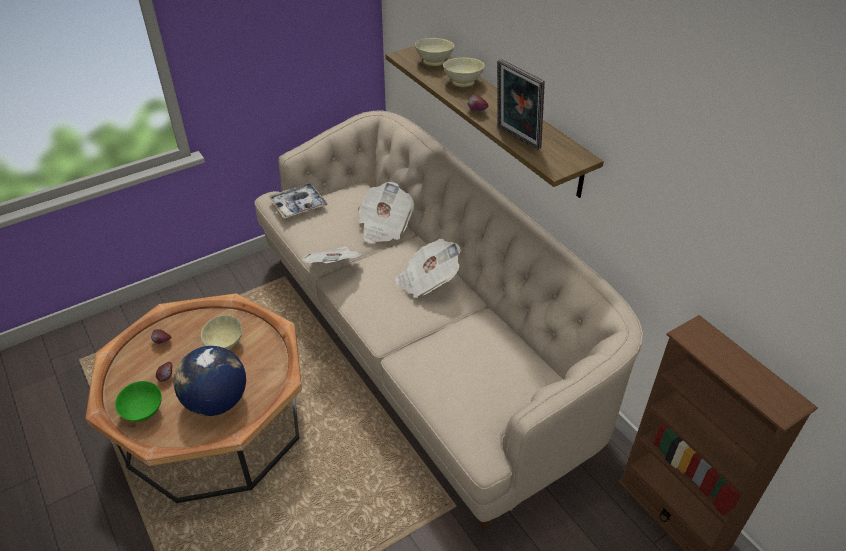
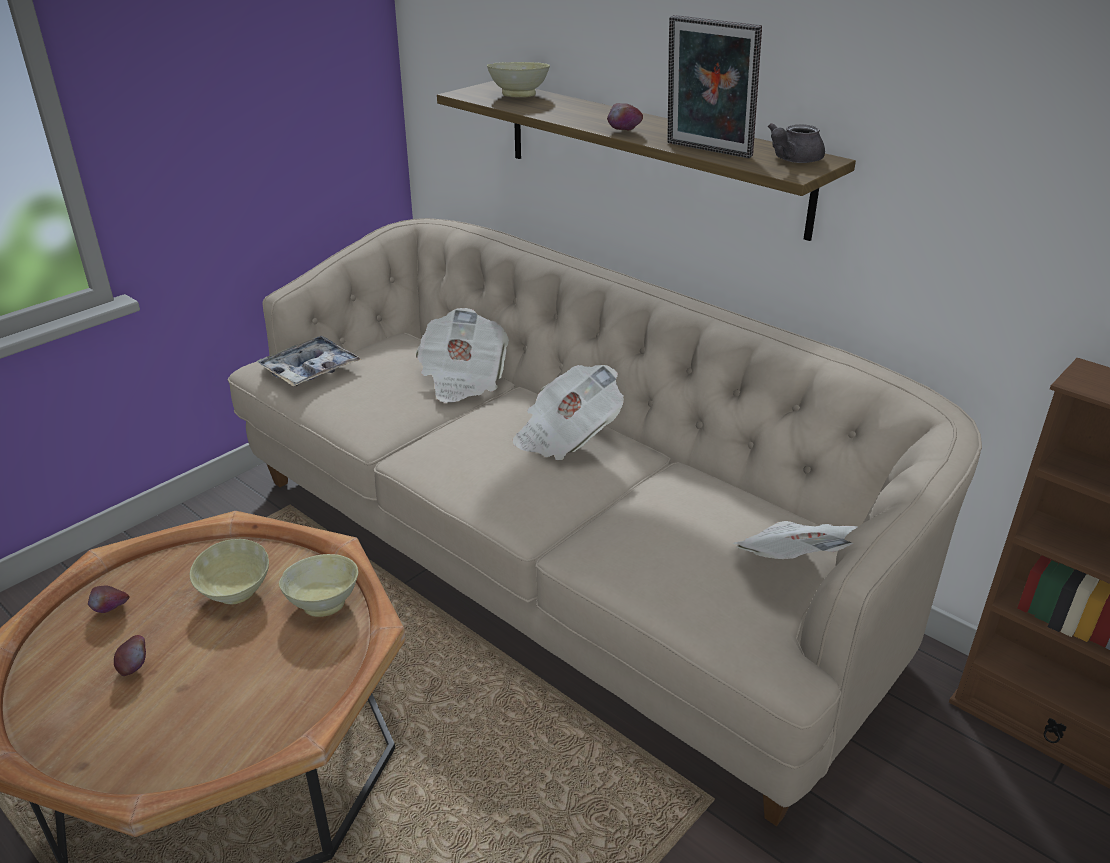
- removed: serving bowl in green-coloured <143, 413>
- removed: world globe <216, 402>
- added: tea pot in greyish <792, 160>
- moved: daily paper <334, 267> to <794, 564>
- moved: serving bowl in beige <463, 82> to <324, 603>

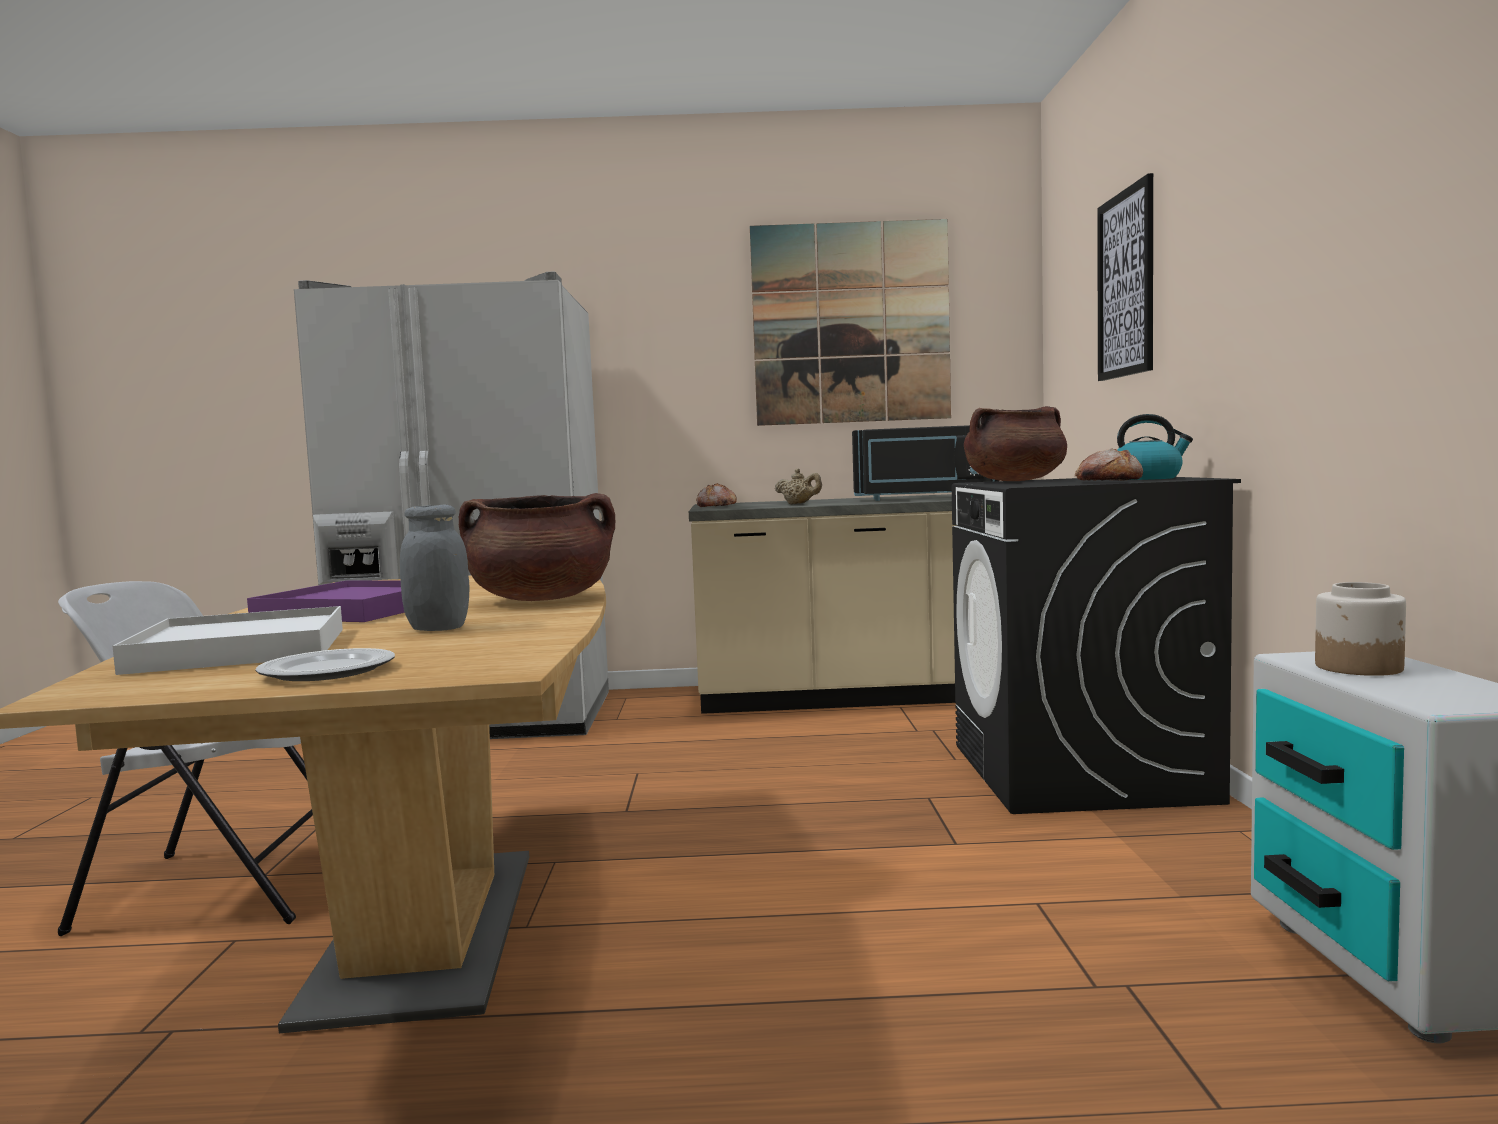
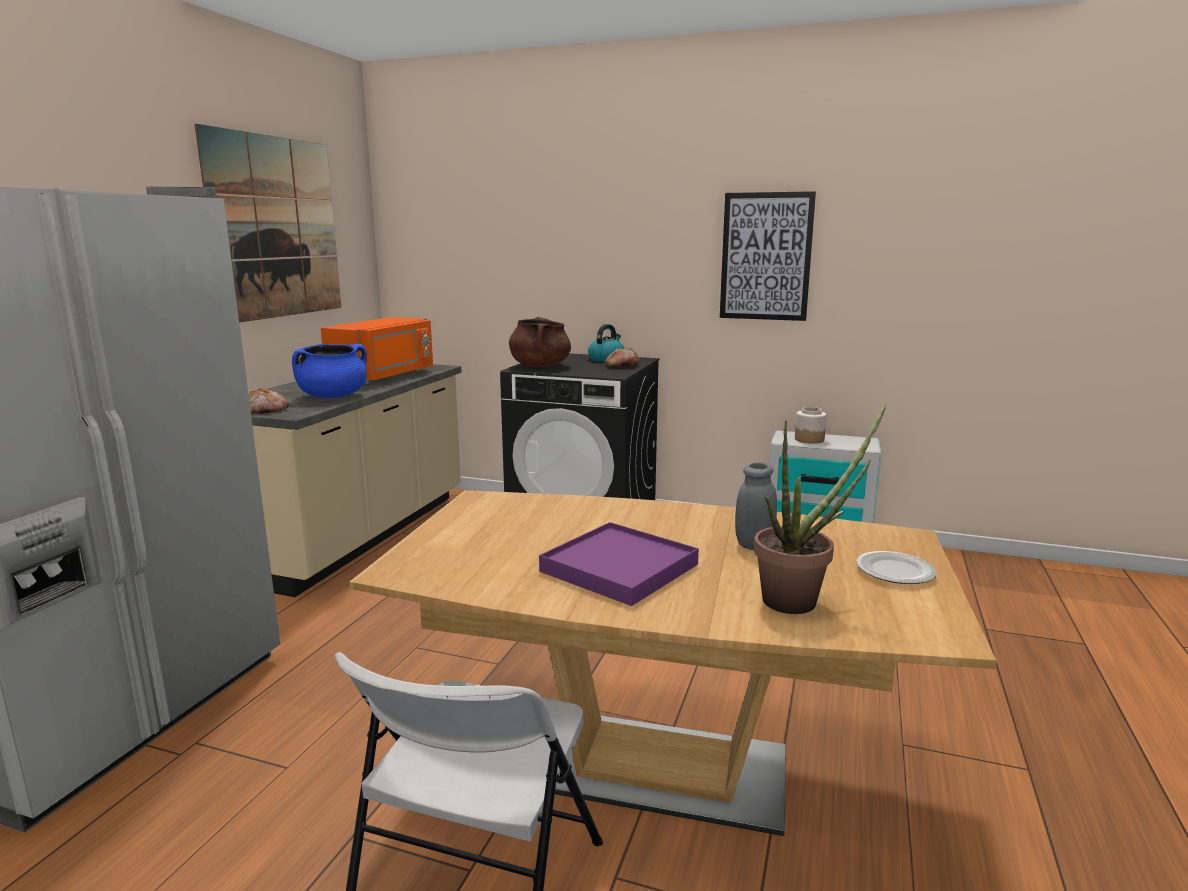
- removed: cooking pot in brown-coloured <542, 599>
- moved: wall picture <1126, 284> to <766, 257>
- replaced: tray in whitish <240, 650> to potted plant <800, 599>
- replaced: tea pot in beige <799, 504> to cooking pot in blue-coloured <333, 396>
- recoloured: microwave oven in black-coloured <924, 498> to microwave oven in orange <385, 376>

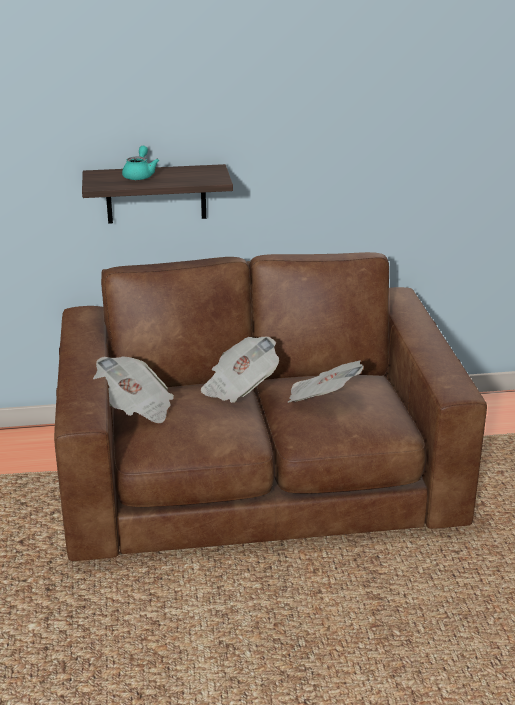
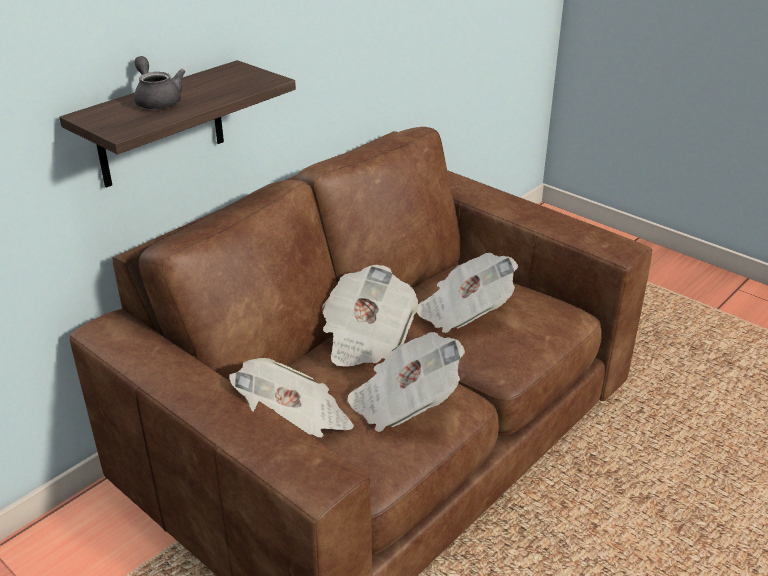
- added: daily paper <404, 403>
- recoloured: tea pot in turquoise-coloured <140, 175> to tea pot in greyish <157, 100>

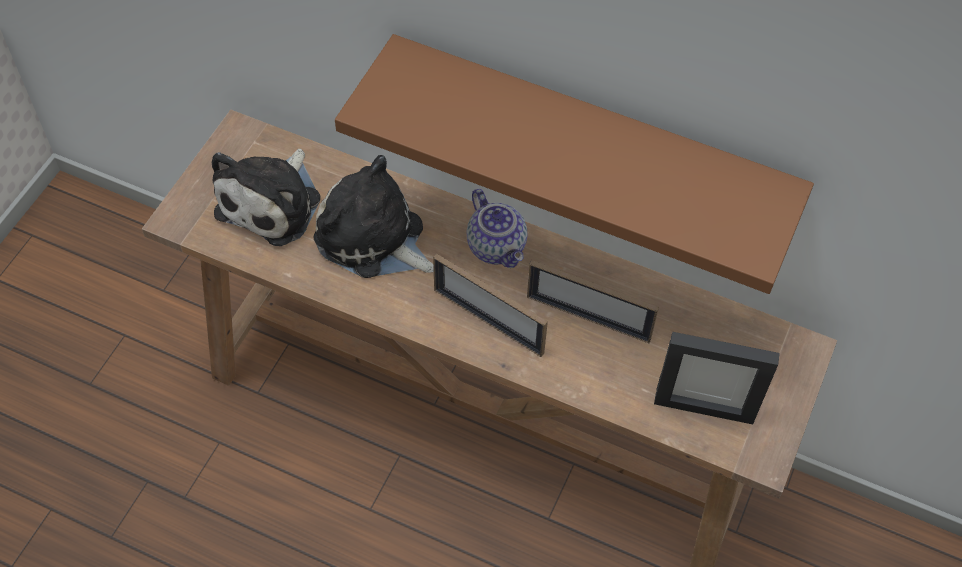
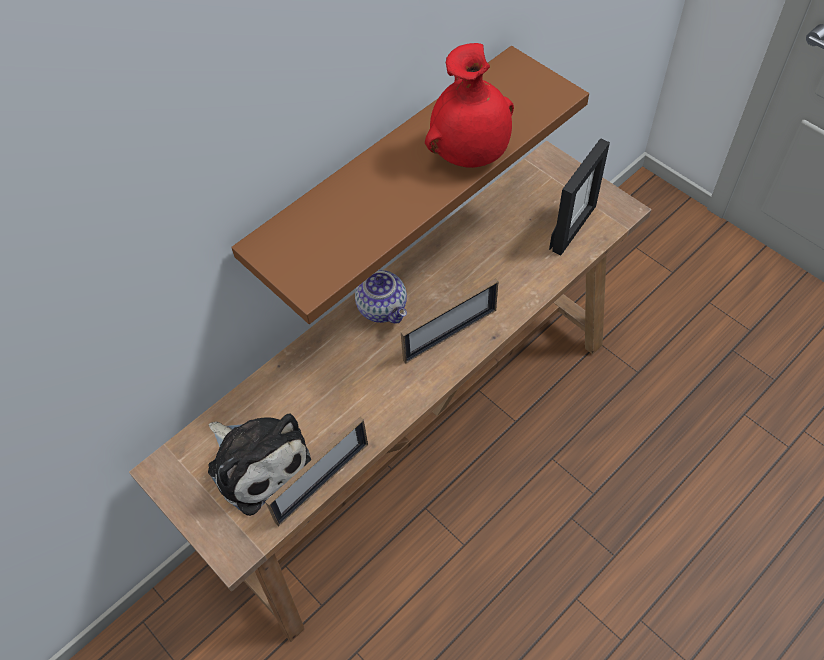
- removed: soft toy <374, 239>
- added: decorative vase in red <470, 153>
- moved: photo frame <588, 318> to <322, 482>
- turned: tea pot <498, 247> = <383, 307> 60 degrees clockwise

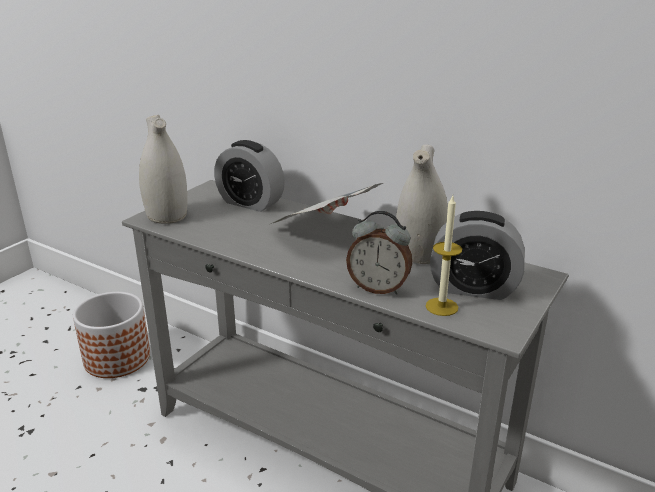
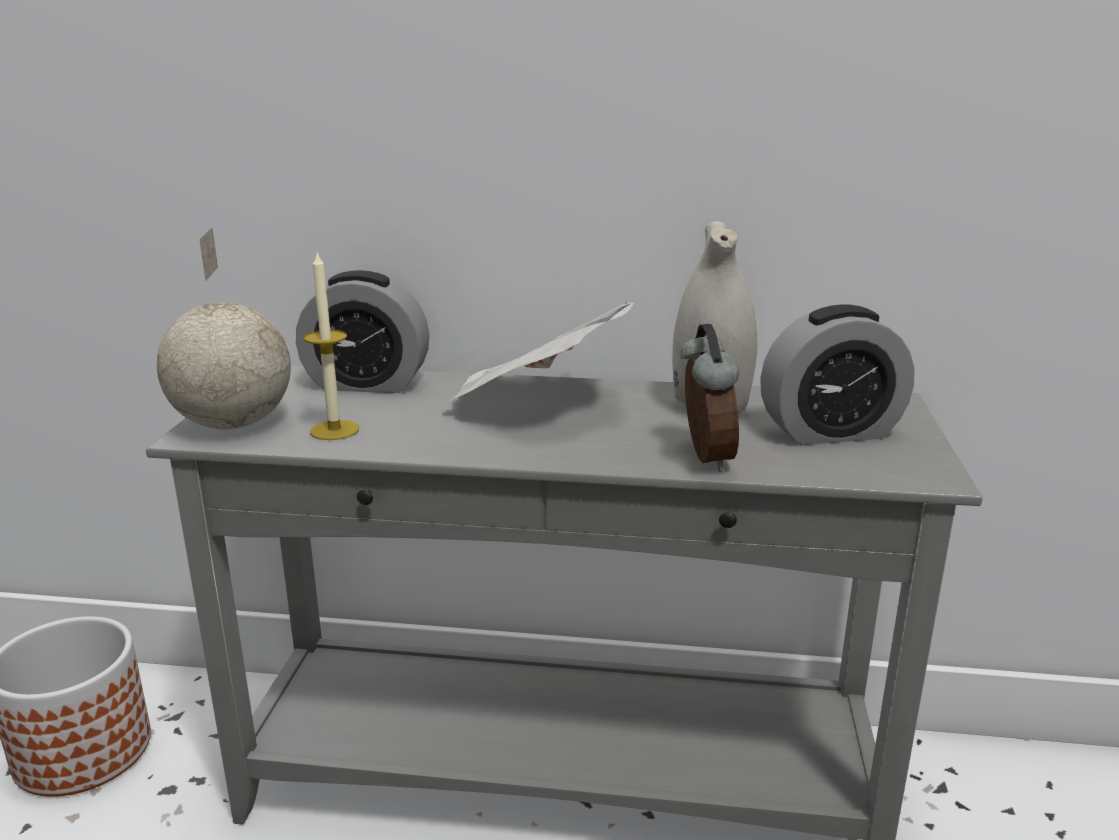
- moved: wax candle <441, 307> to <334, 430>
- replaced: decorative vase in whitish <167, 215> to world globe <232, 425>
- turned: table clock <378, 288> = <703, 458> 90 degrees counterclockwise

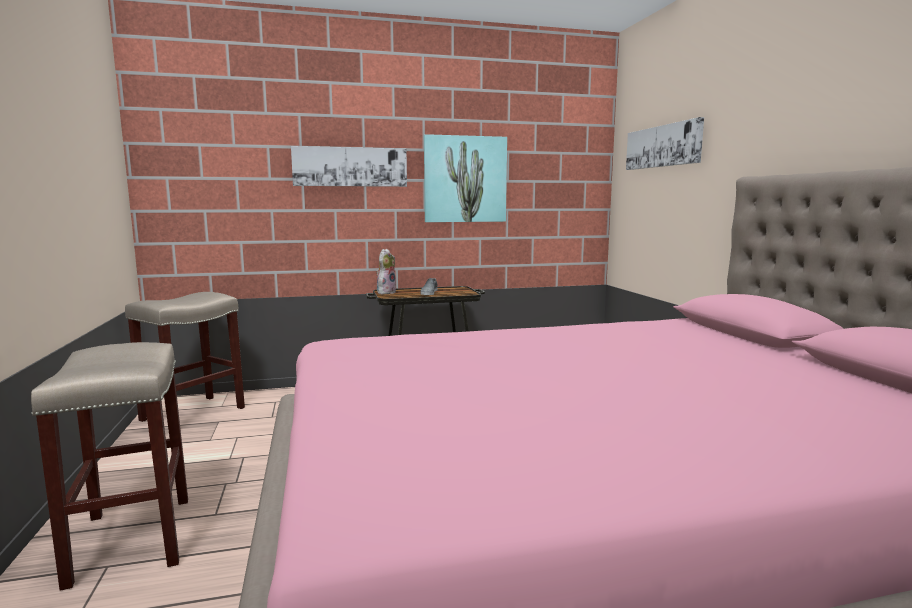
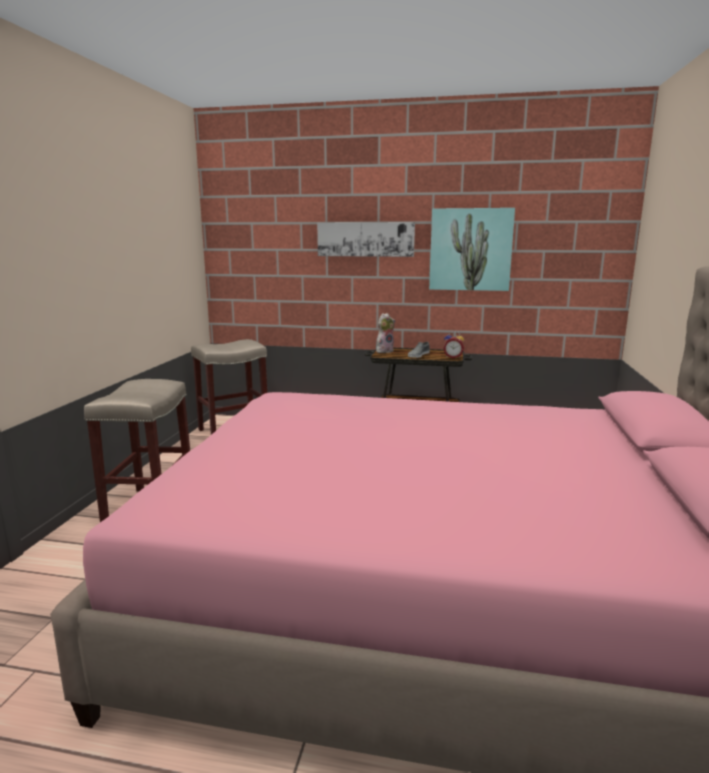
- removed: wall picture <663, 146>
- added: table clock <453, 357>

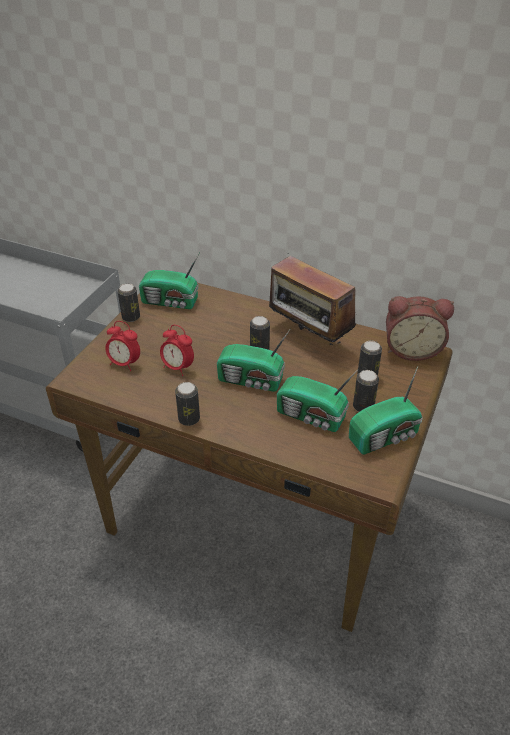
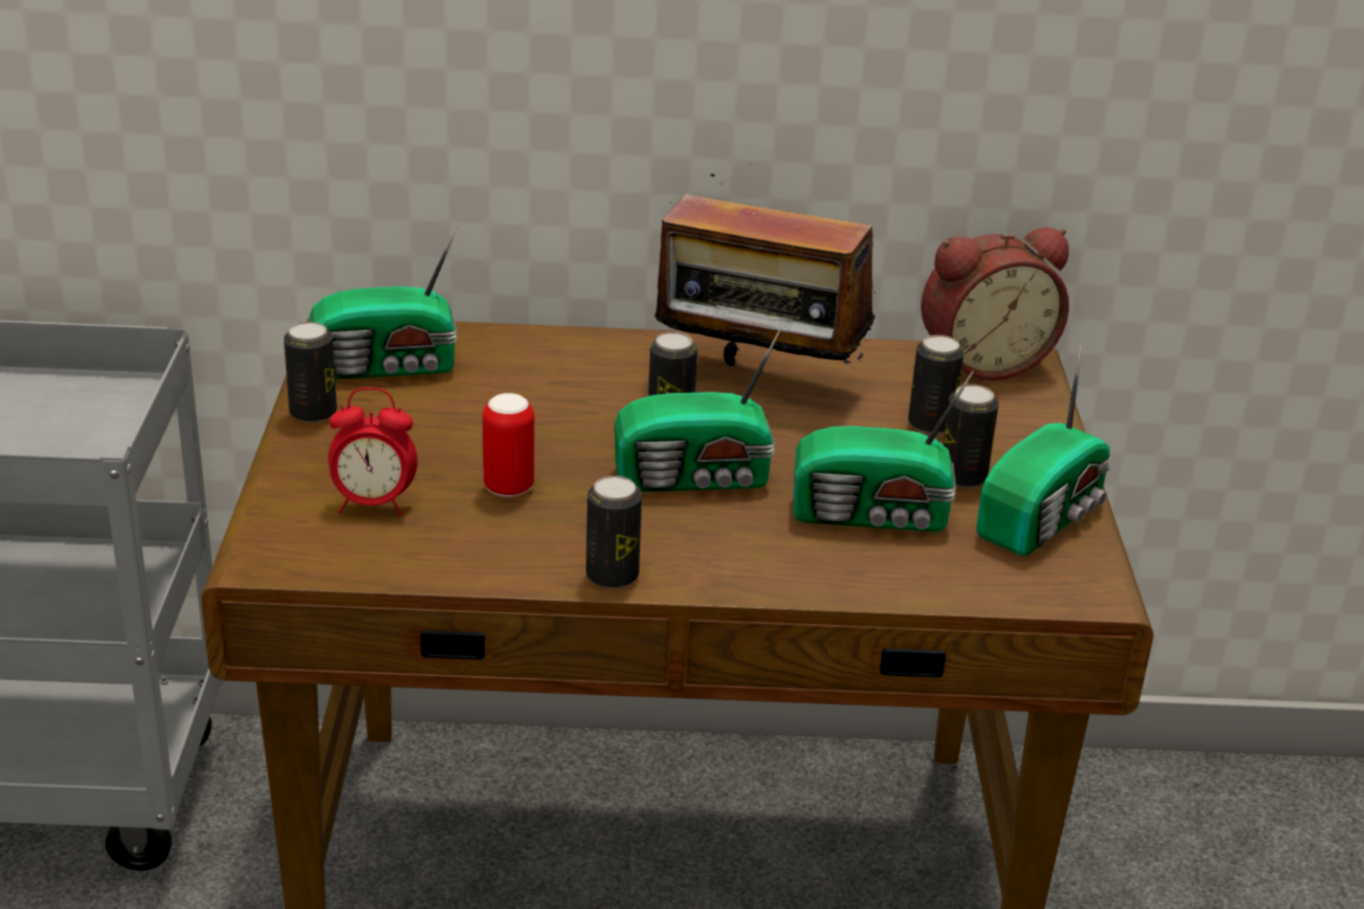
- replaced: table clock <178, 368> to sealed can <508, 487>

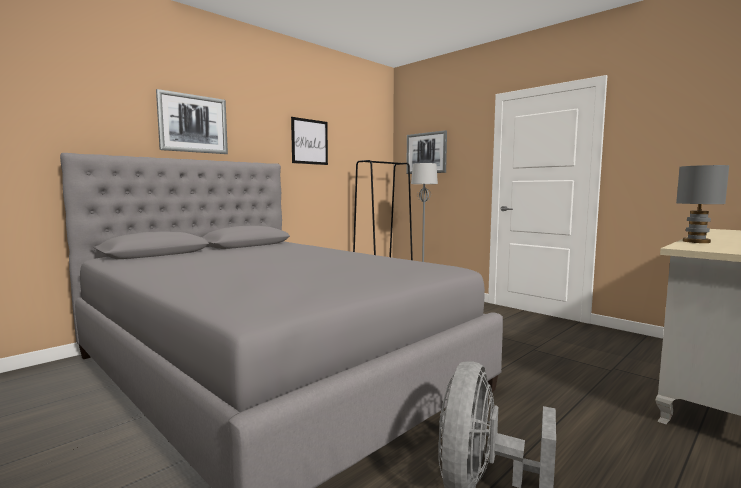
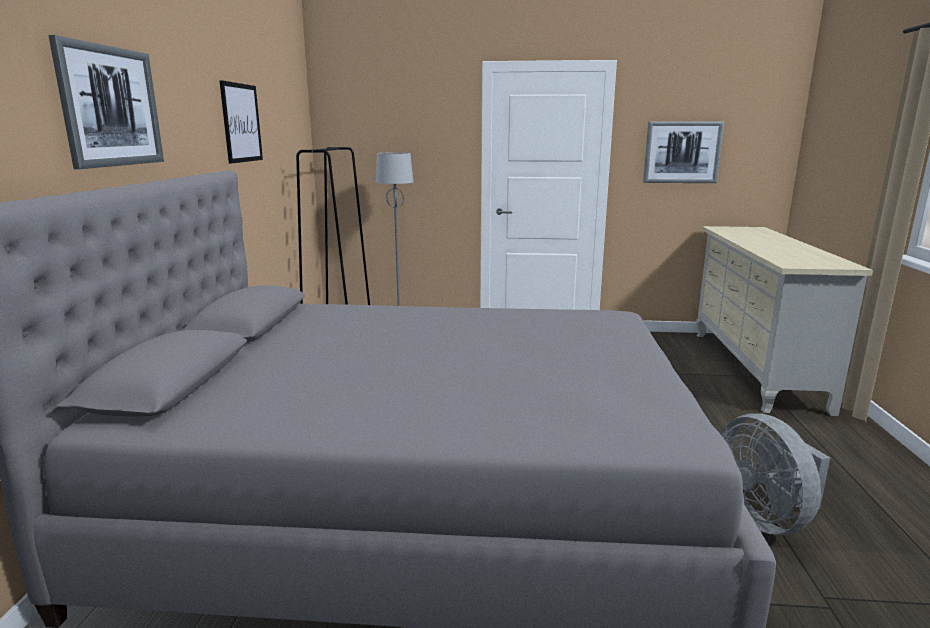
- removed: lamp for a table in greyish <697, 242>
- moved: wall picture <426, 153> to <682, 152>

